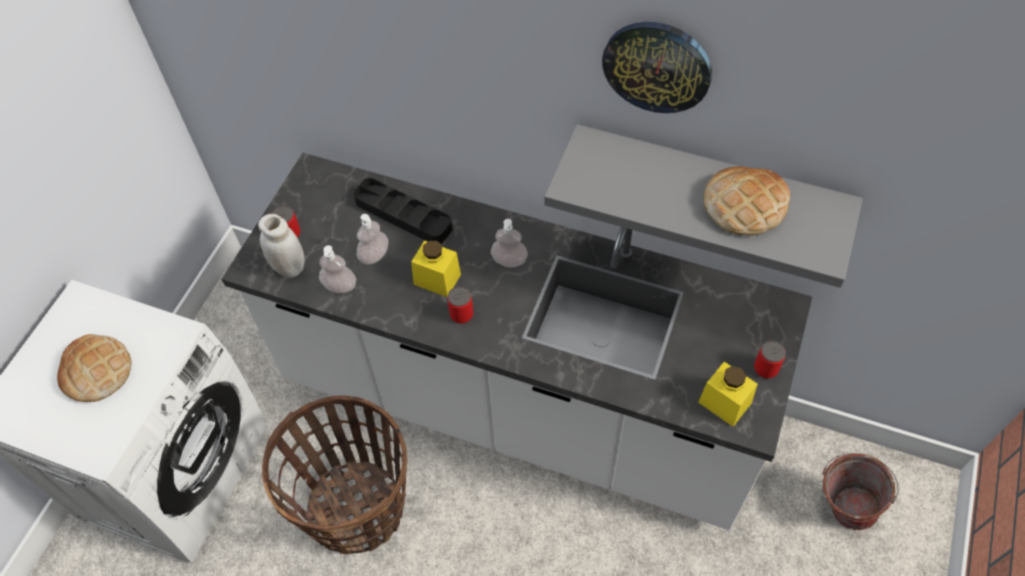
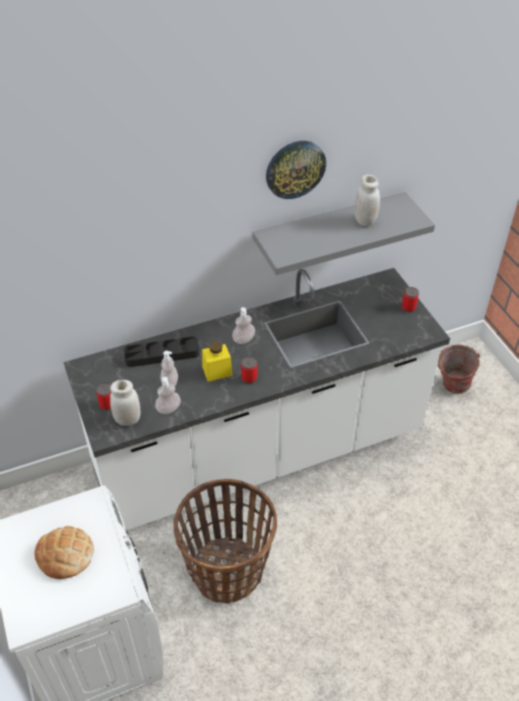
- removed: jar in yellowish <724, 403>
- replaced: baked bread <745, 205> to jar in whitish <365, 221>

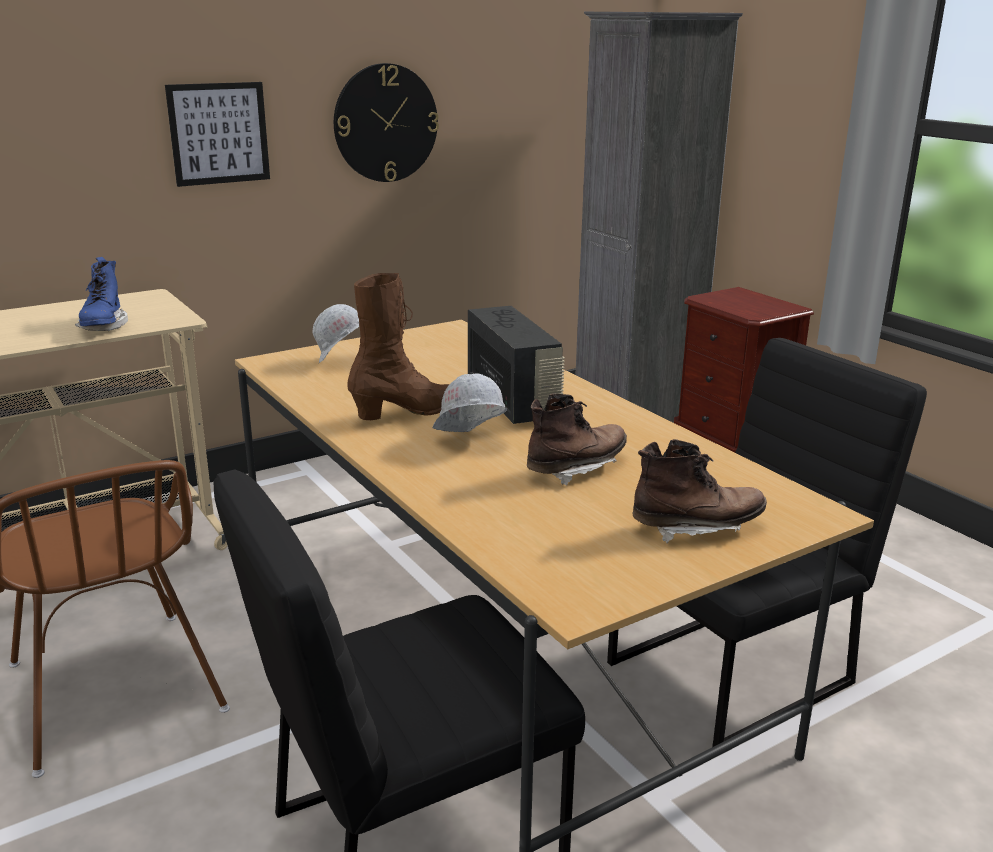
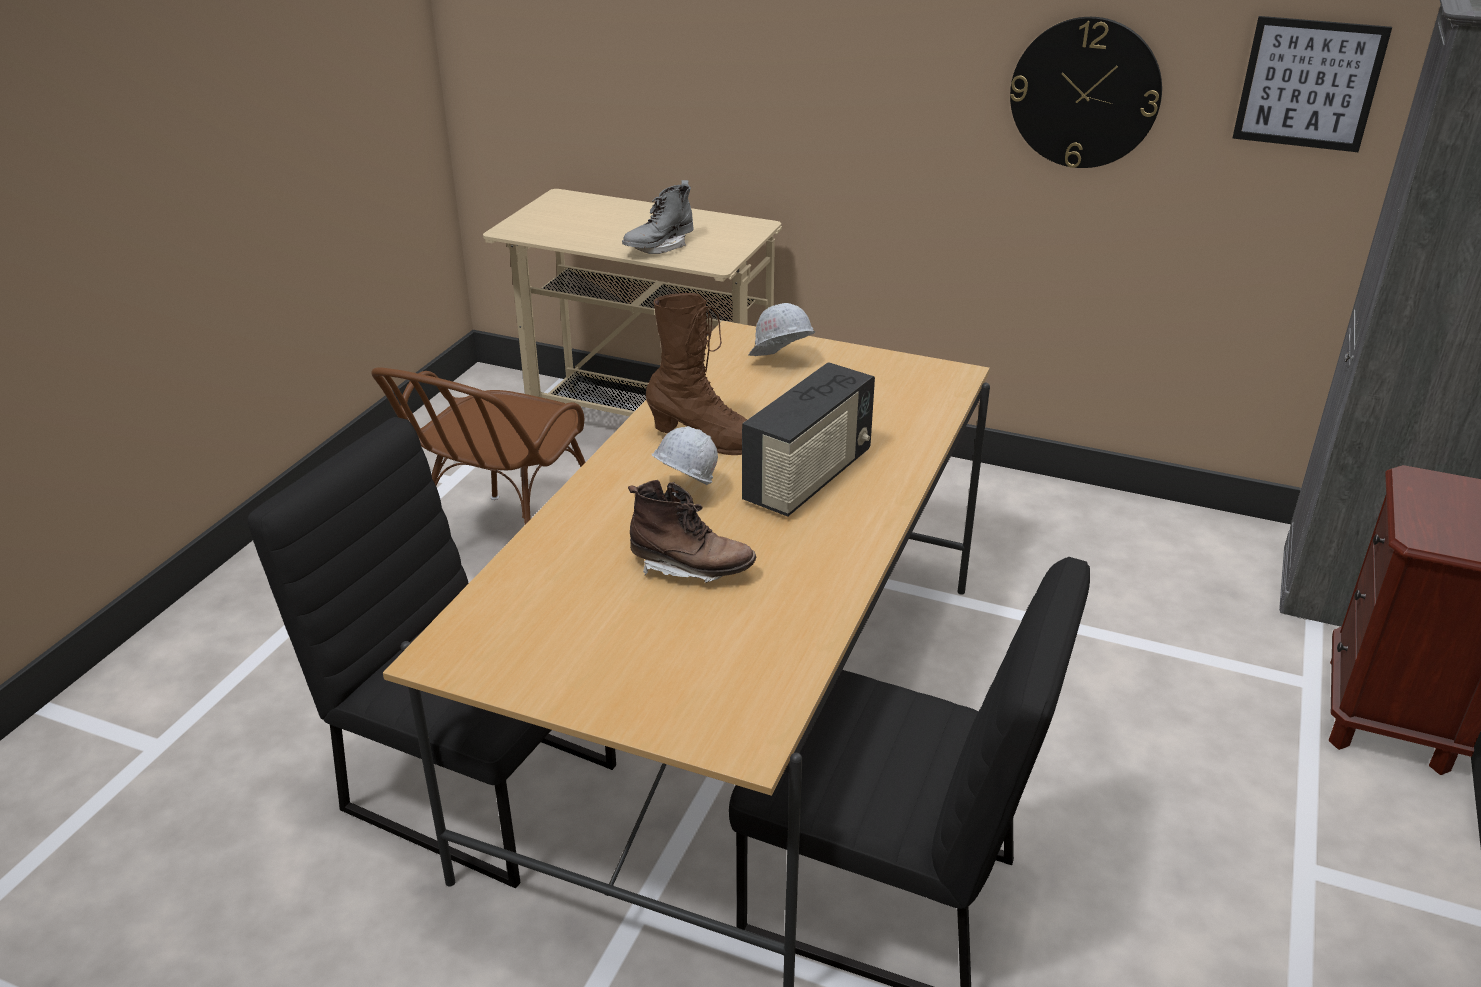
- removed: boot in brown-coloured <696, 528>
- moved: wall picture <219, 133> to <1309, 84>
- recoloured: boot in blue-coloured <103, 327> to boot in greyish <659, 248>

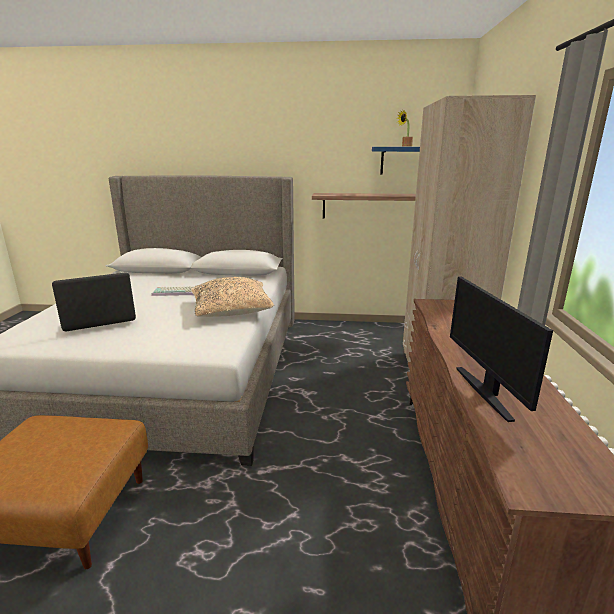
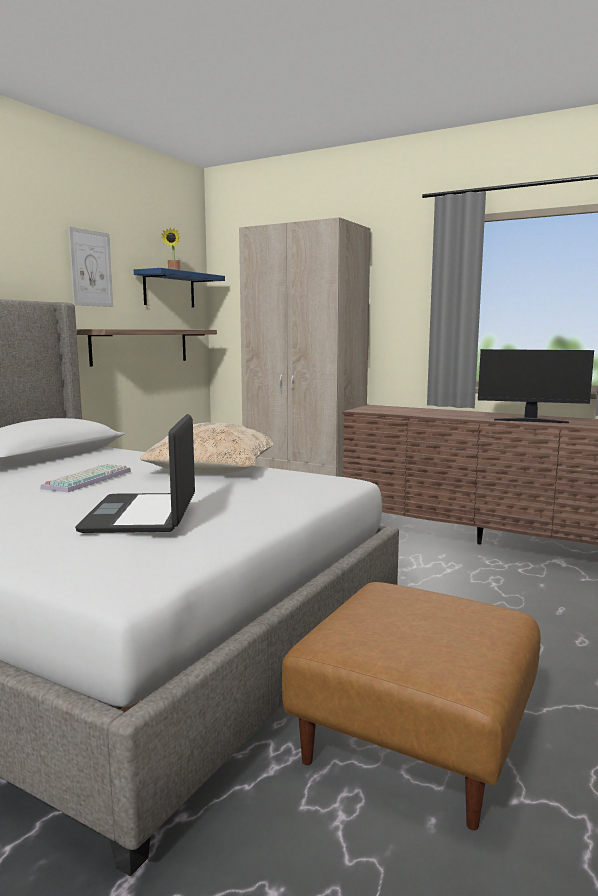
- added: wall picture <91, 268>

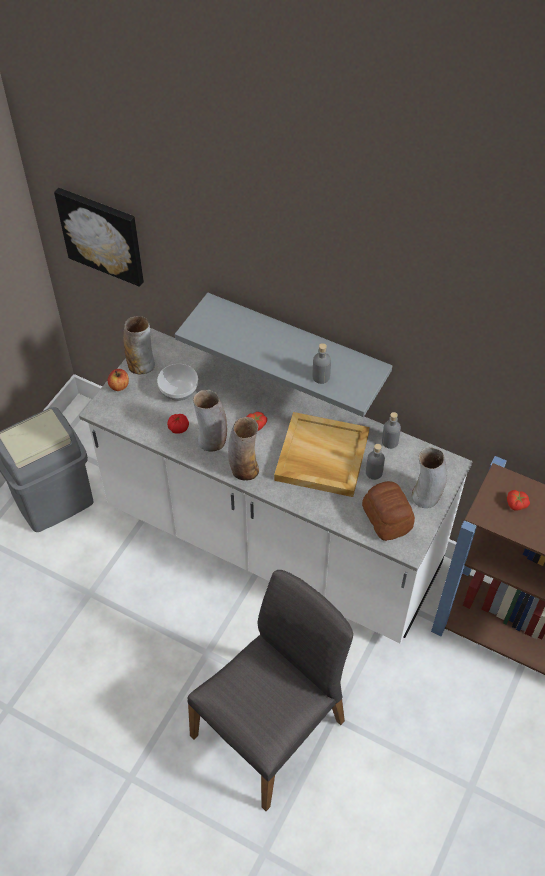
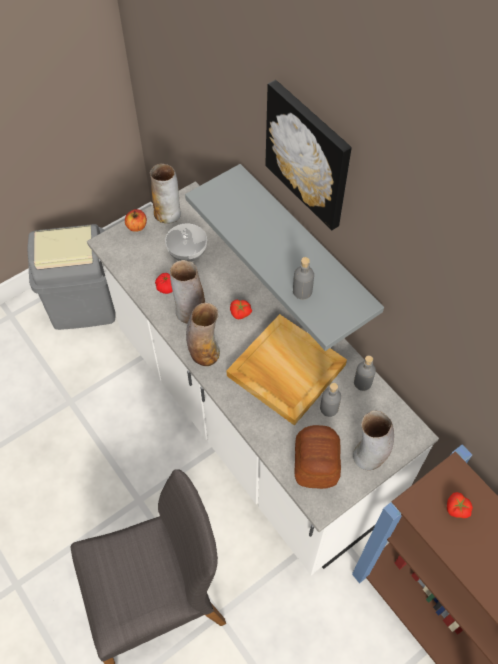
- moved: wall picture <102, 235> to <309, 154>

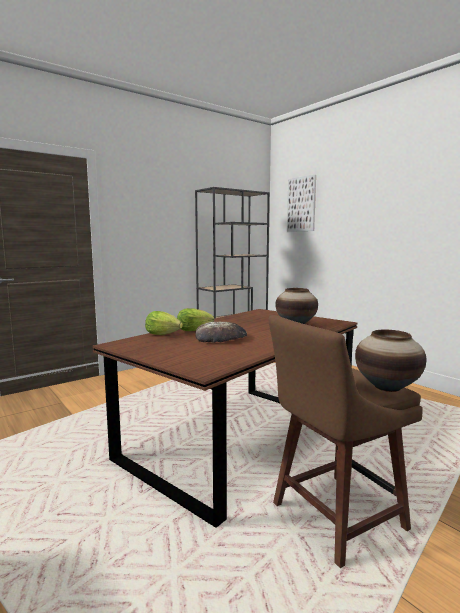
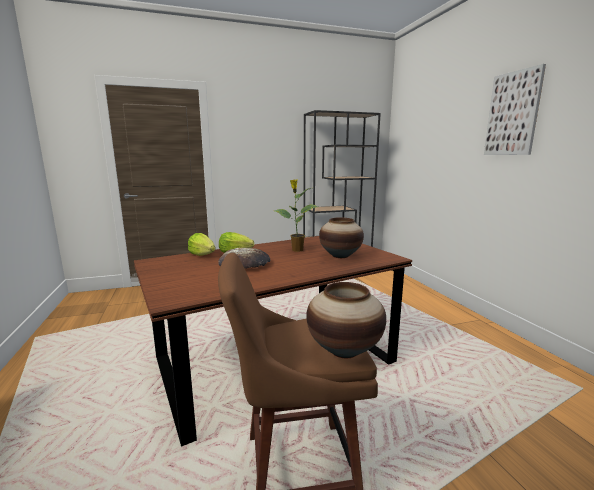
- added: potted plant <296, 250>
- moved: wall picture <301, 204> to <512, 114>

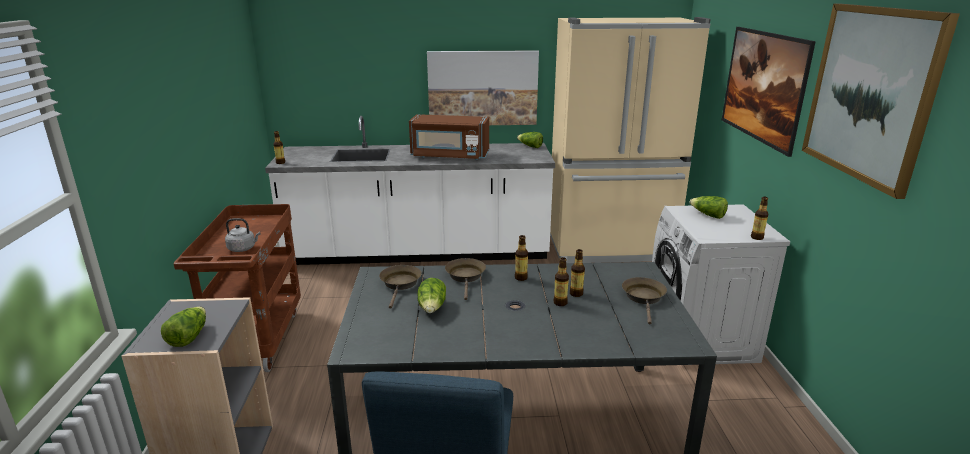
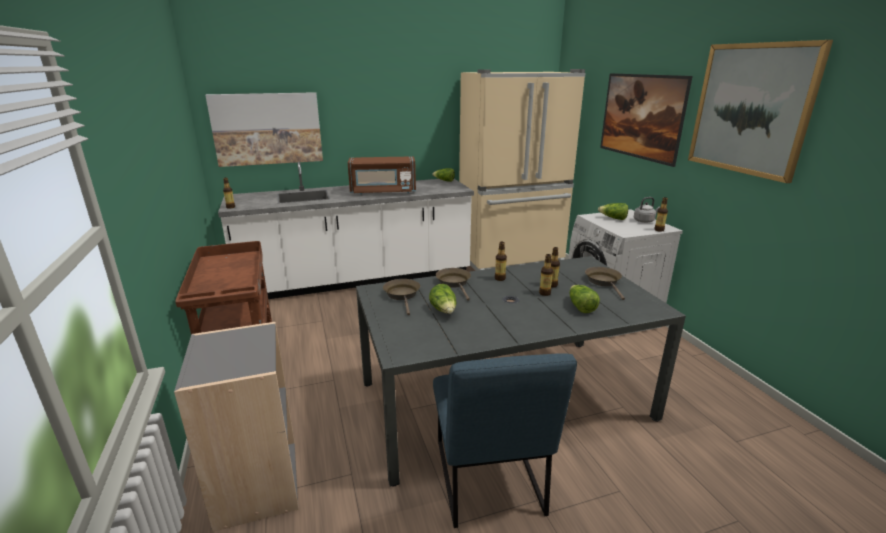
- moved: lettuce <188, 337> to <581, 307>
- moved: water kettle in greyish <243, 248> to <644, 221>
- moved: wall picture <482, 88> to <267, 129>

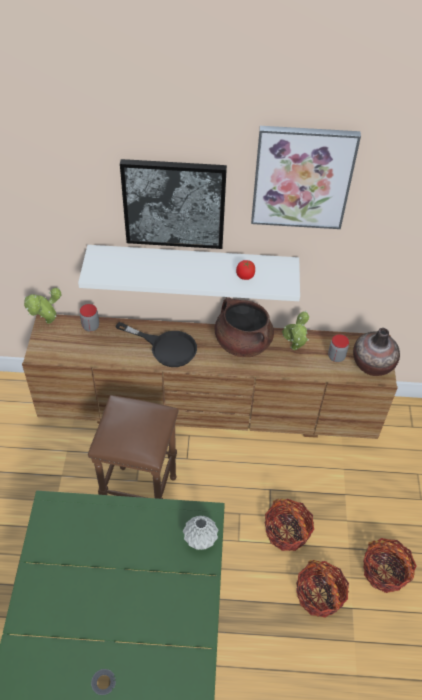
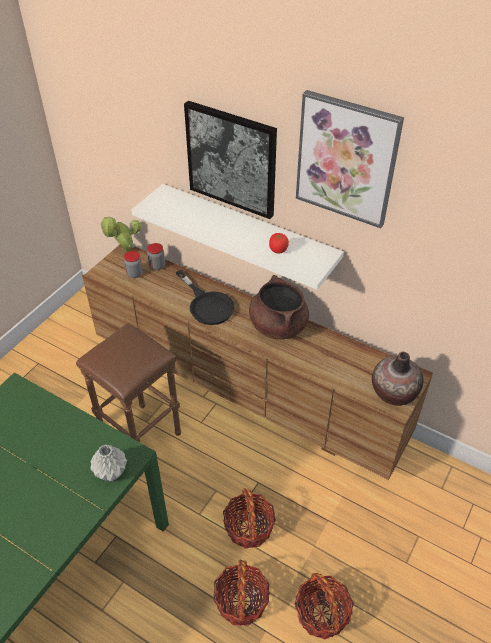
- removed: potted plant <294, 350>
- moved: jar <336, 356> to <134, 274>

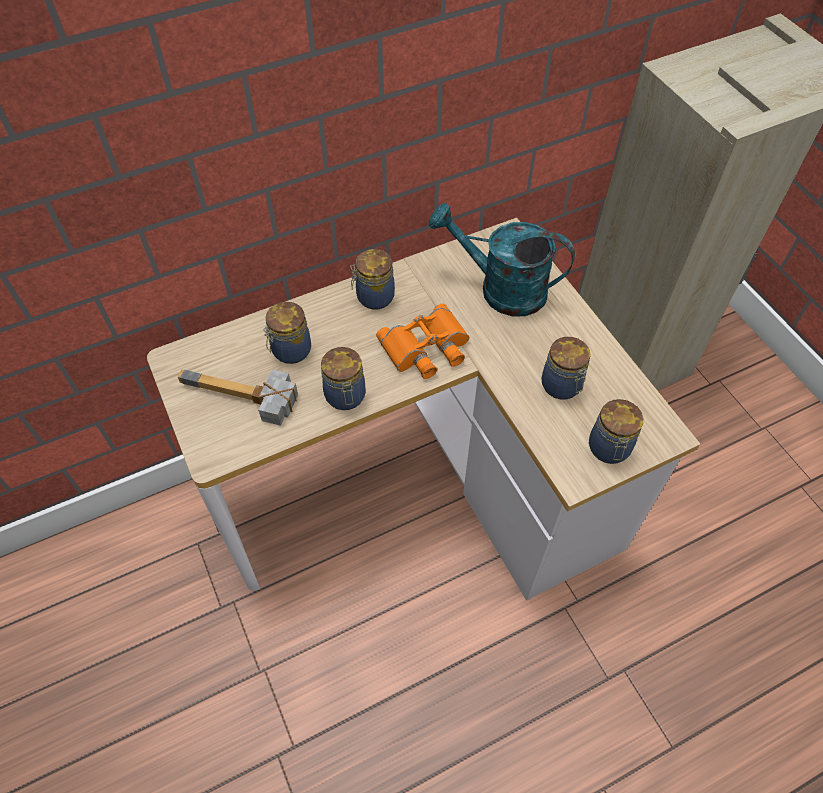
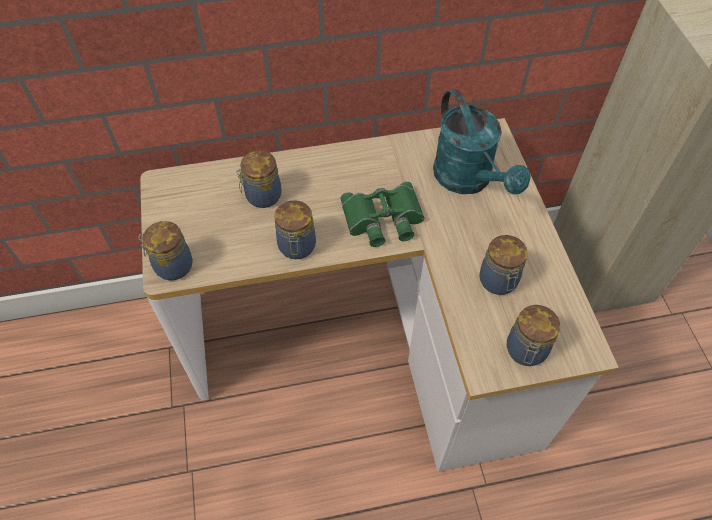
- removed: tool hammer <240, 400>
- moved: jar <373, 297> to <172, 266>
- recoloured: pair of binoculars in orange <426, 348> to pair of binoculars in green-coloured <383, 220>
- turned: watering can in turquoise-coloured <501, 289> = <469, 180> 150 degrees counterclockwise

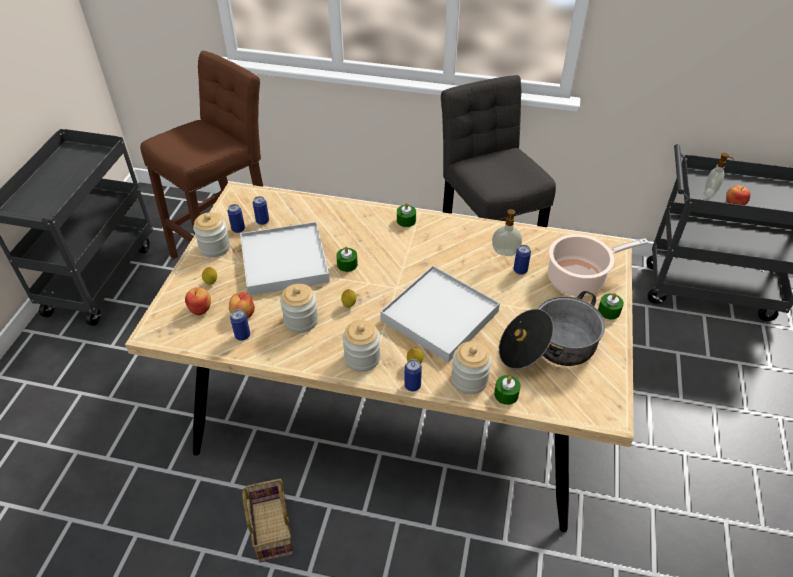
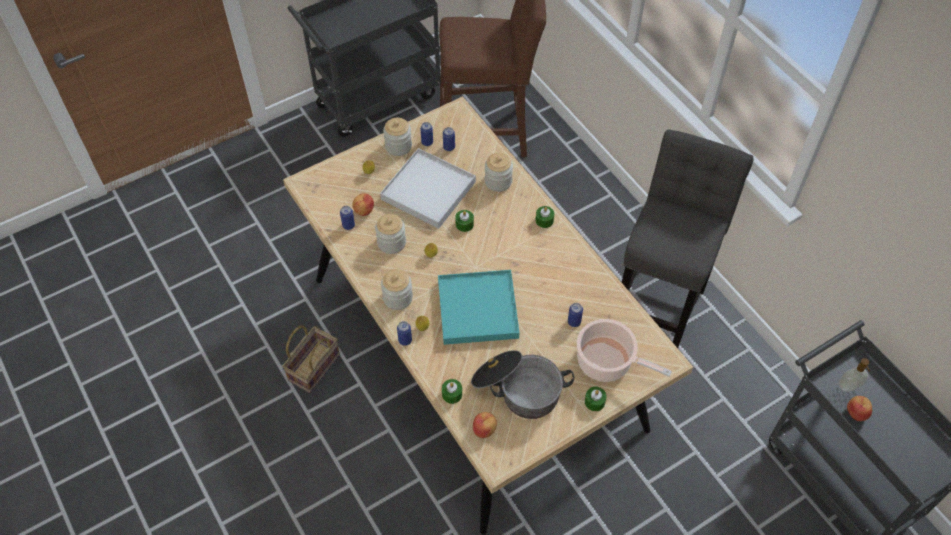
- removed: soap dispenser <505, 253>
- moved: whole apple <200, 308> to <484, 429>
- moved: jar <469, 379> to <498, 181>
- recoloured: tray in whitish <439, 316> to tray in turquoise-coloured <477, 309>

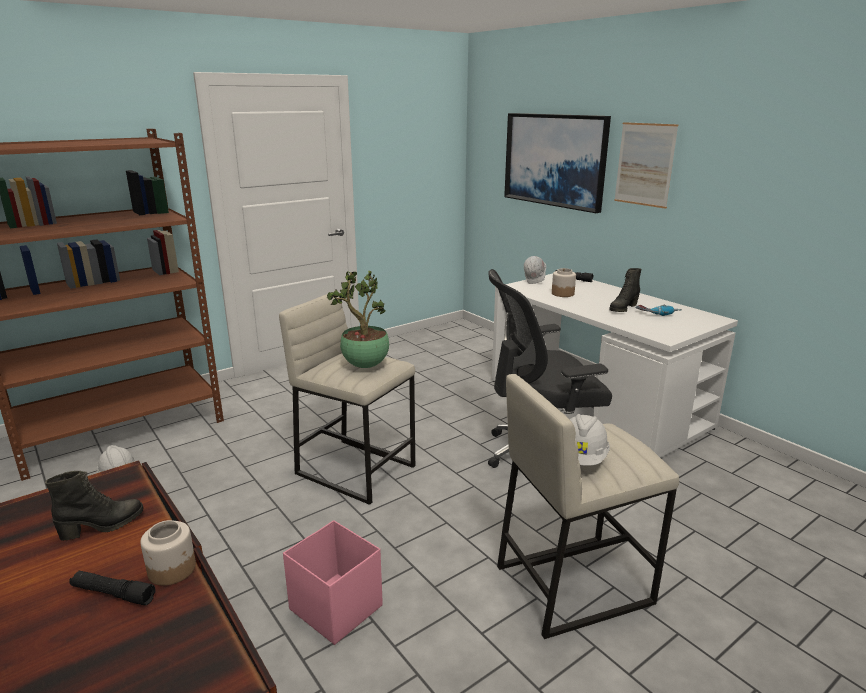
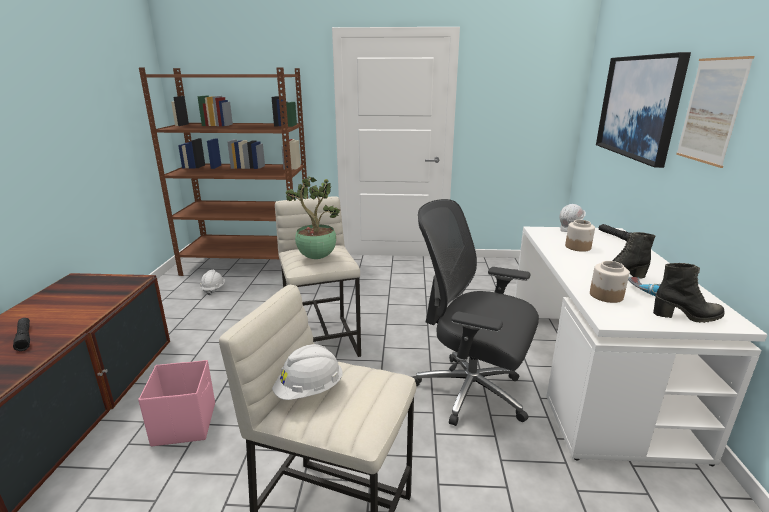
- moved: boot in black-coloured <102, 526> to <687, 316>
- moved: jar <172, 569> to <606, 295>

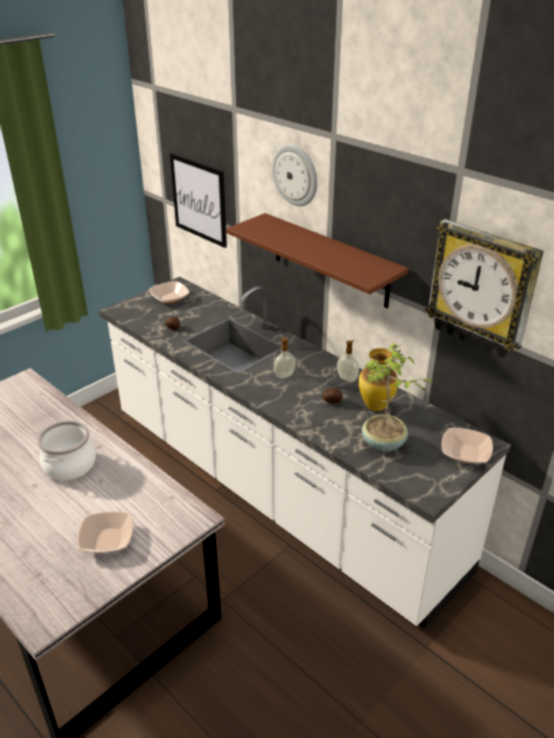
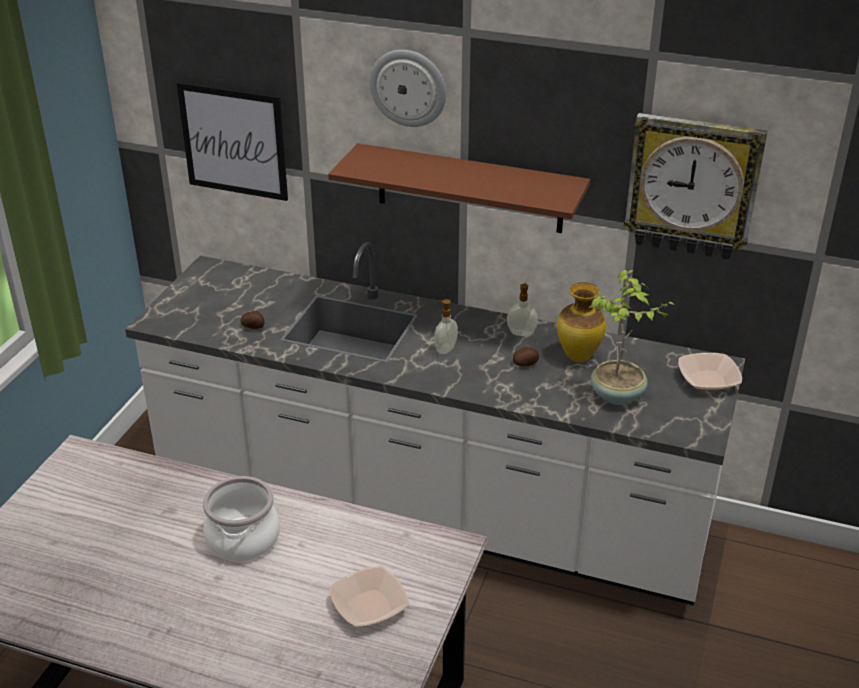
- removed: serving bowl <169, 298>

